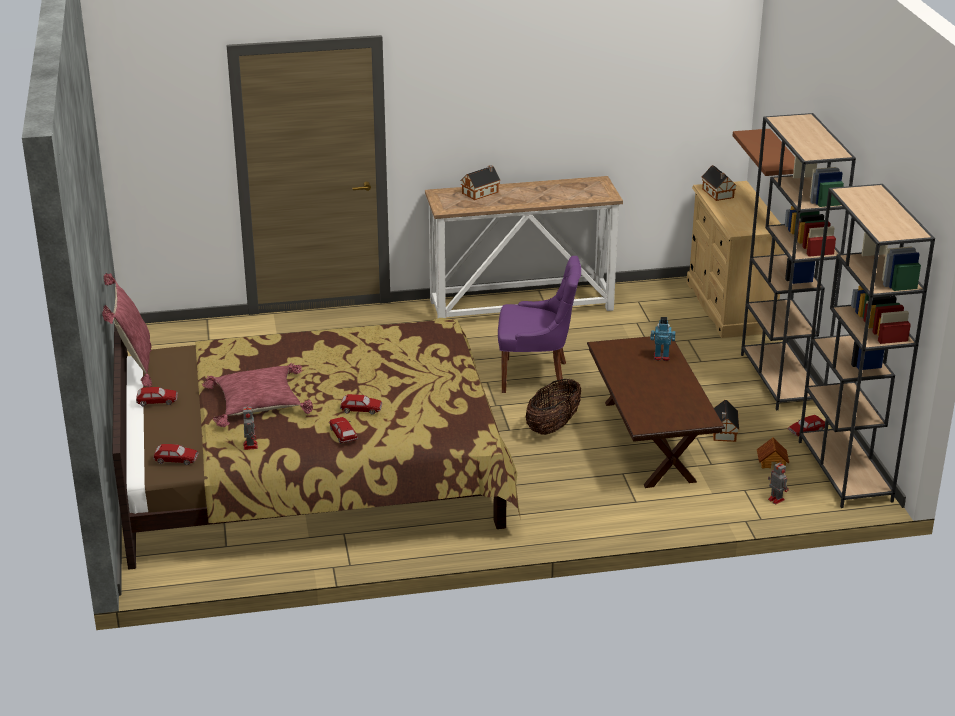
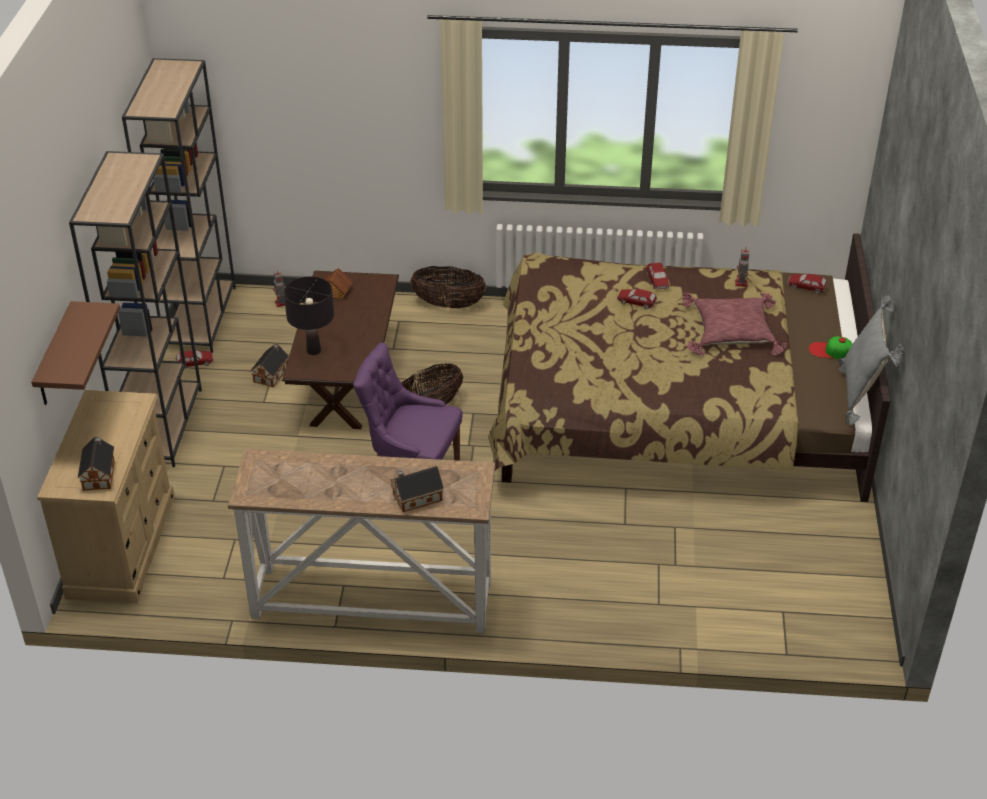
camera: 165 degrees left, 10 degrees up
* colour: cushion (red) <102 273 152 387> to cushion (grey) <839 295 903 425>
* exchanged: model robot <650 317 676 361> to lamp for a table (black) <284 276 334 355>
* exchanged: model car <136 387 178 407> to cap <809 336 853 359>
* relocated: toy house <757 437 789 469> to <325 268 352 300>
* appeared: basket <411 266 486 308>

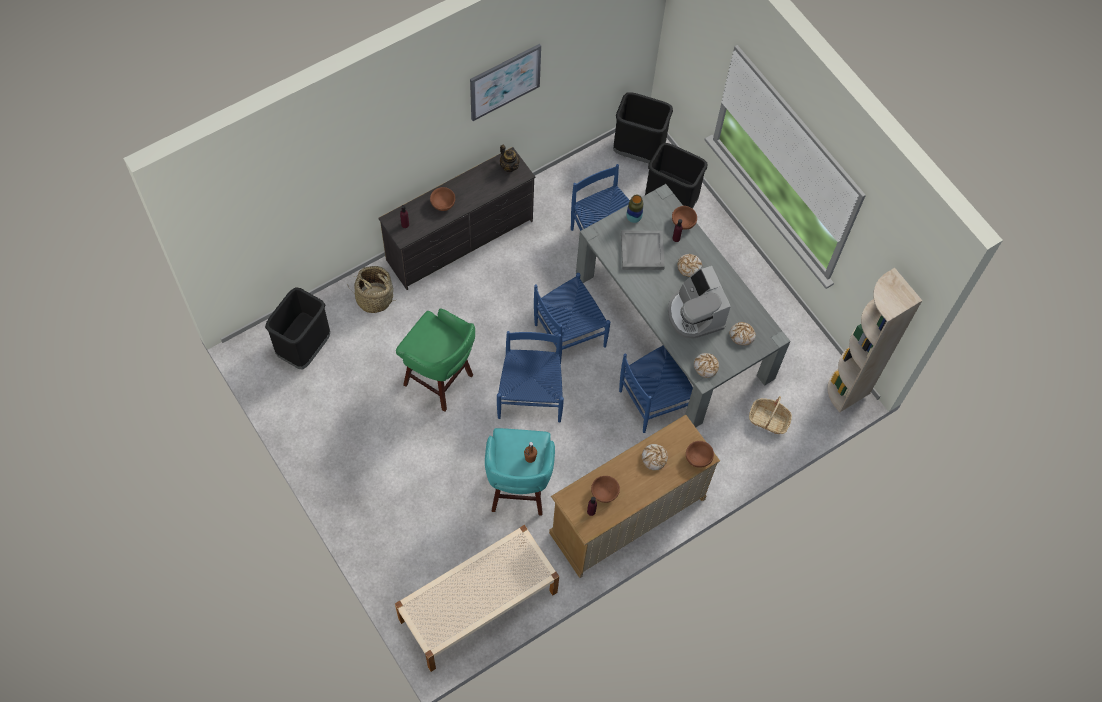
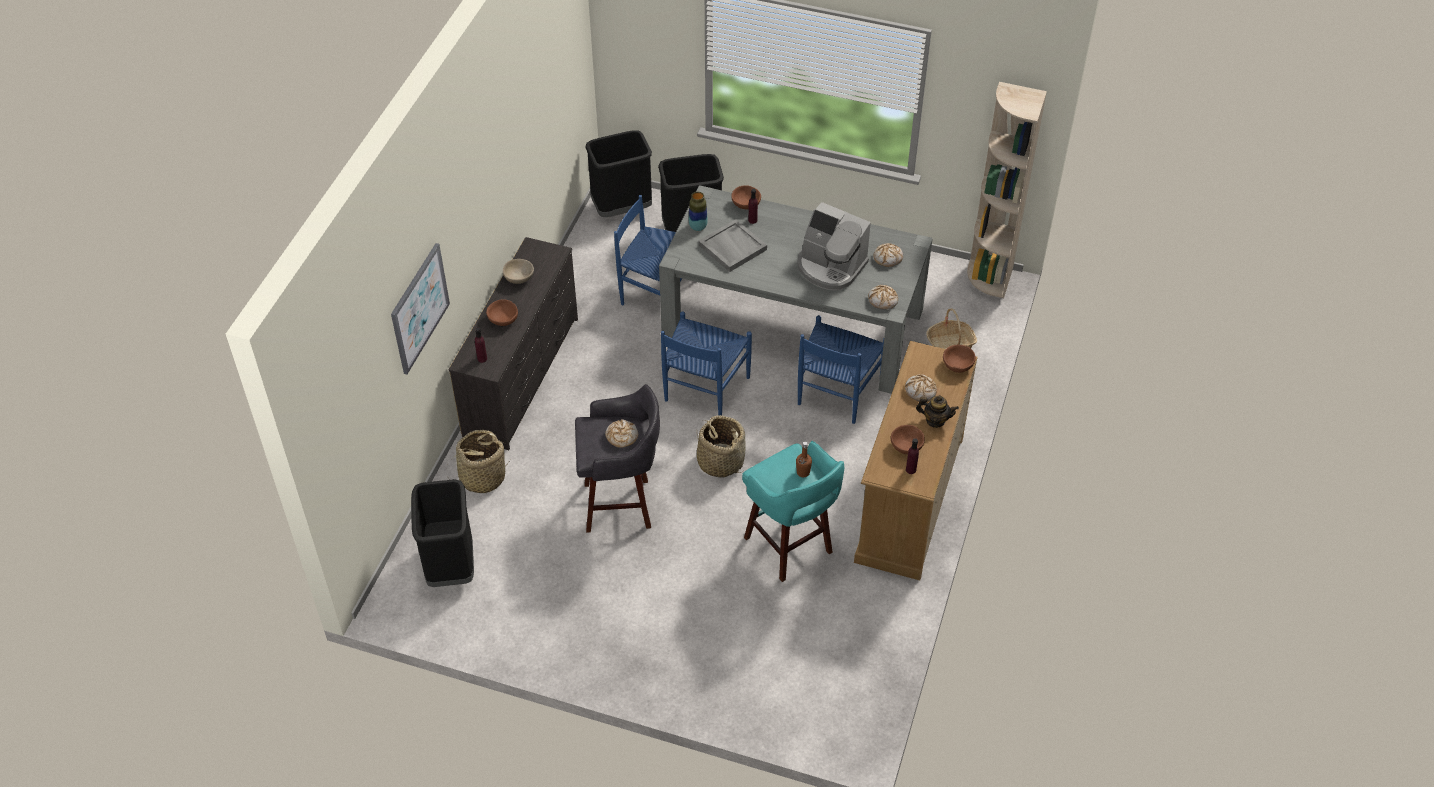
camera: 35 degrees left, 15 degrees down
* relocated: wall picture <470 44 541 121> to <391 243 450 375>
* relocated: pot for tea <500 145 520 172> to <916 395 959 428>
* relocated: baked bread <678 254 702 277> to <605 419 638 448>
* colour: stool (green-coloured) <396 308 475 412> to stool (grey) <575 384 660 533>
* exchanged: chair (blue-coloured) <497 331 564 423> to basket <697 415 746 477>
* missing: bench (sand-coloured) <395 525 559 672>
* appeared: serving bowl (sand-coloured) <503 259 534 284>

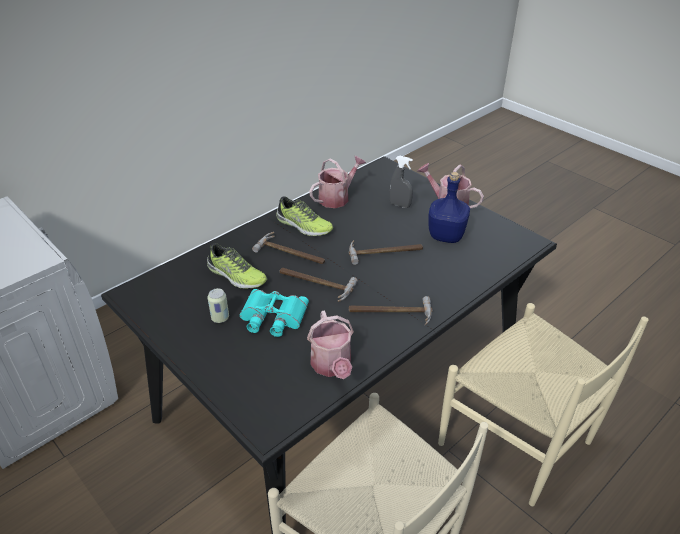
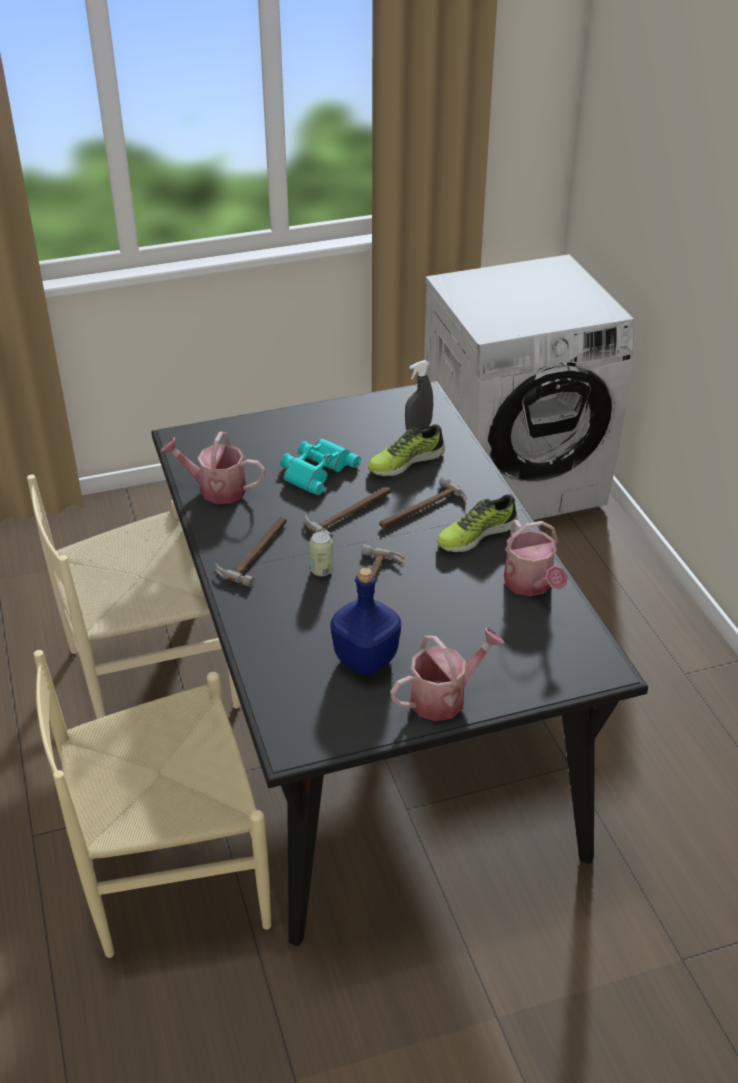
camera: 115 degrees right, 0 degrees up
* relocated: hand sprayer (grey) <389 156 413 208> to <405 360 433 430>
* relocated: sealed can <208 288 229 323> to <310 532 333 576>

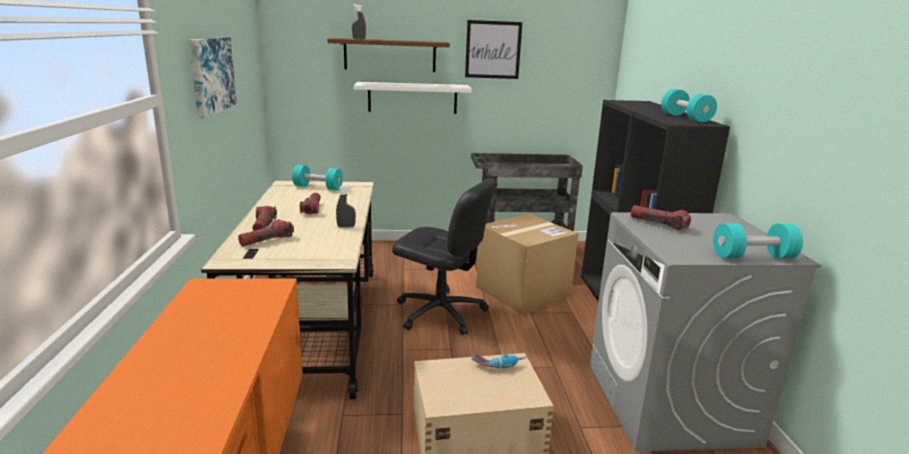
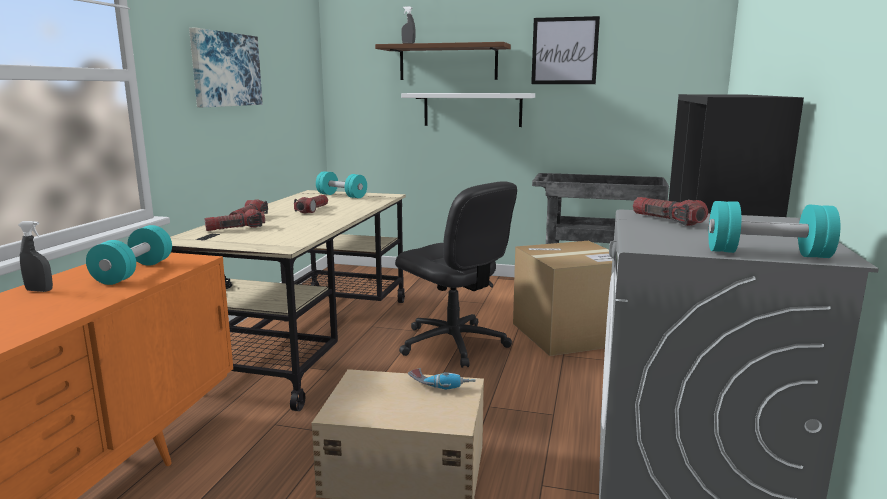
camera: 20 degrees right, 5 degrees down
* relocated: free weight (turquoise-coloured) <661 89 717 122> to <86 225 172 285>
* relocated: hand sprayer (grey) <336 185 356 228> to <18 221 53 292>

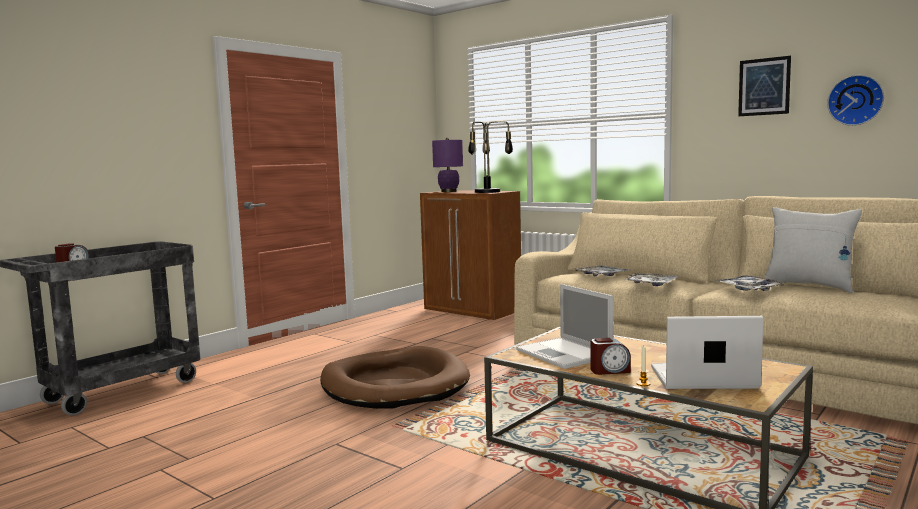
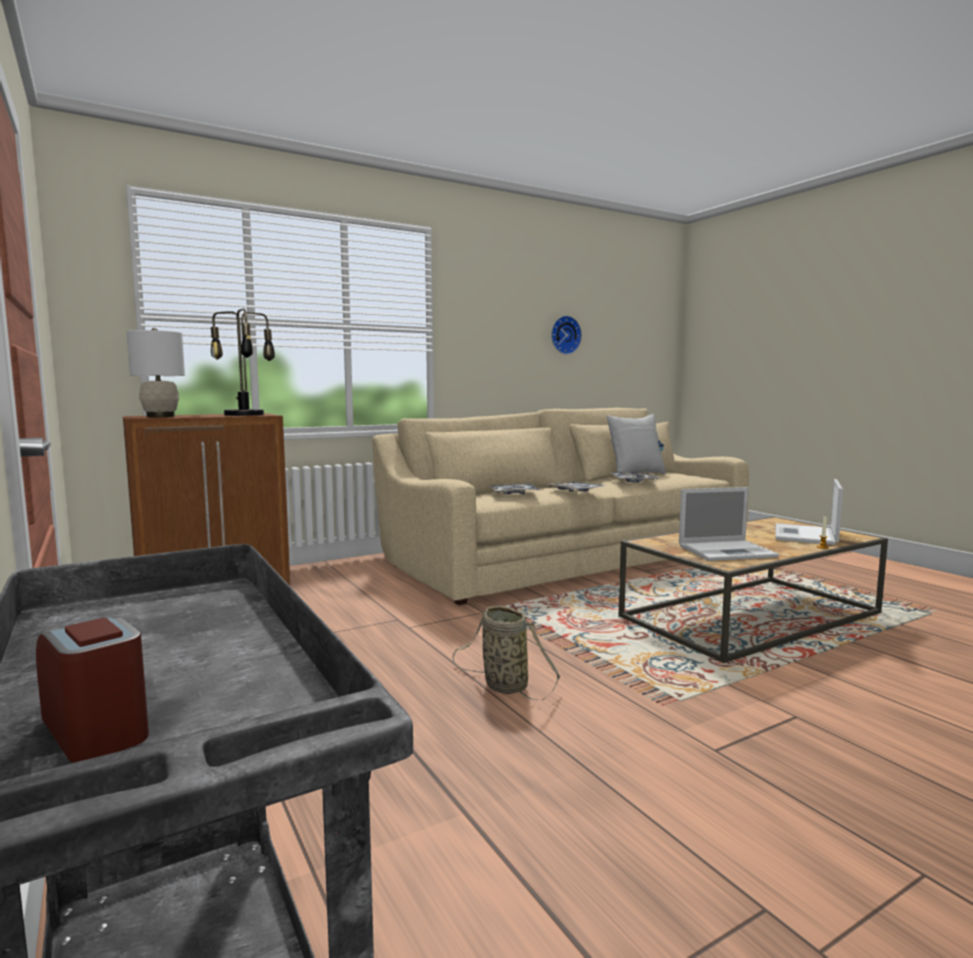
camera: 70 degrees left, 0 degrees up
* missing: wall picture <738 56 791 116>
* colour: lamp for a table (purplish) <432 138 463 192> to lamp for a table (whitish) <126 328 185 417>
* missing: bedside clock <591 338 631 375>
* exchanged: dog cushion (brown-coloured) <320 346 470 409> to basket <452 606 560 700>

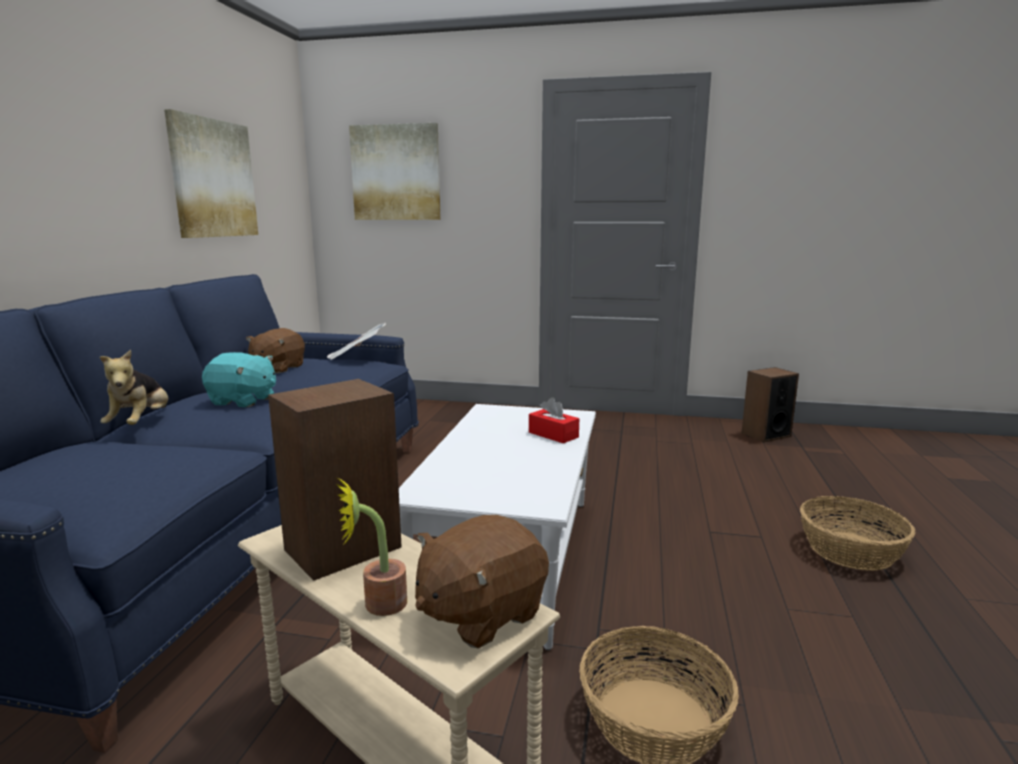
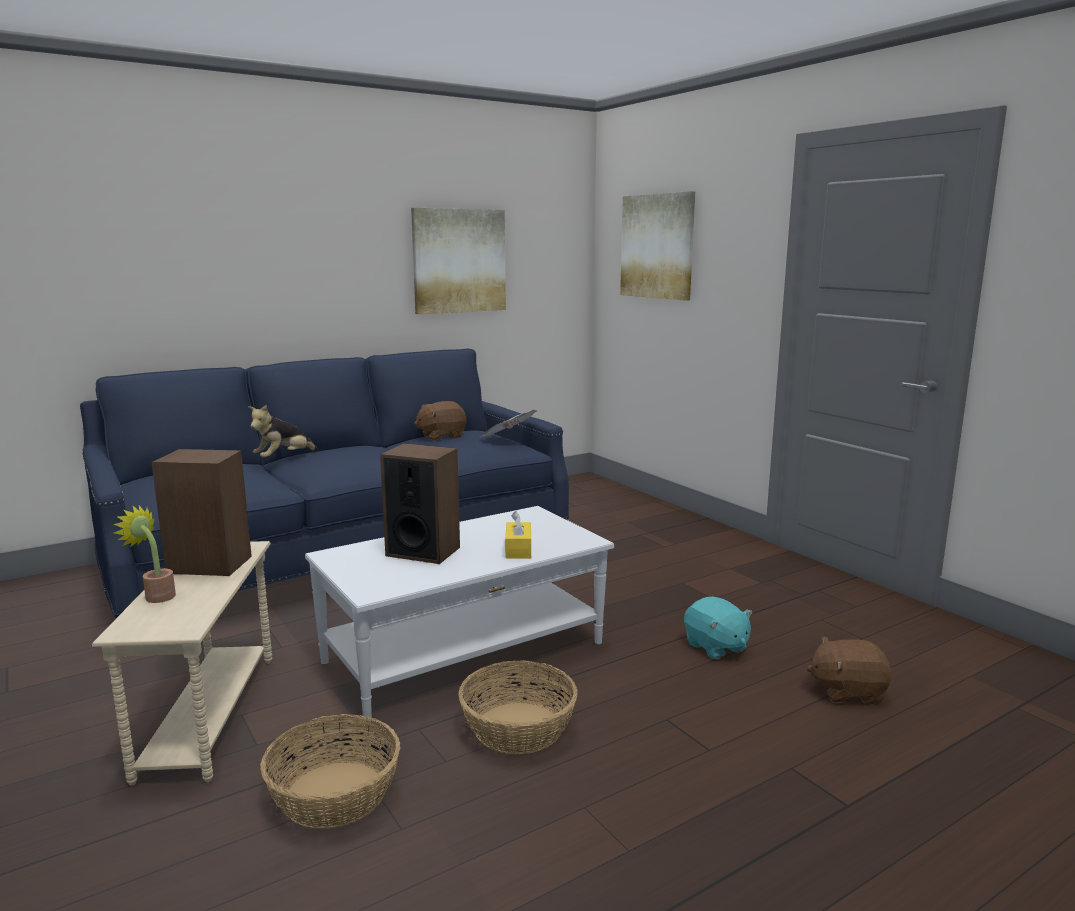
camera: 45 degrees right, 0 degrees up
* relocated: soft toy (turquoise-coloured) <202 352 276 407> to <684 597 753 660>
* relocated: audio speaker <742 367 799 442> to <380 443 460 564>
* colour: tissue holder (red) <529 397 579 444> to tissue holder (yellowish) <505 511 531 559>
* relocated: basket <800 496 916 571> to <459 660 578 754>
* relocated: soft toy (brown-coloured) <415 515 549 649> to <807 636 892 704>

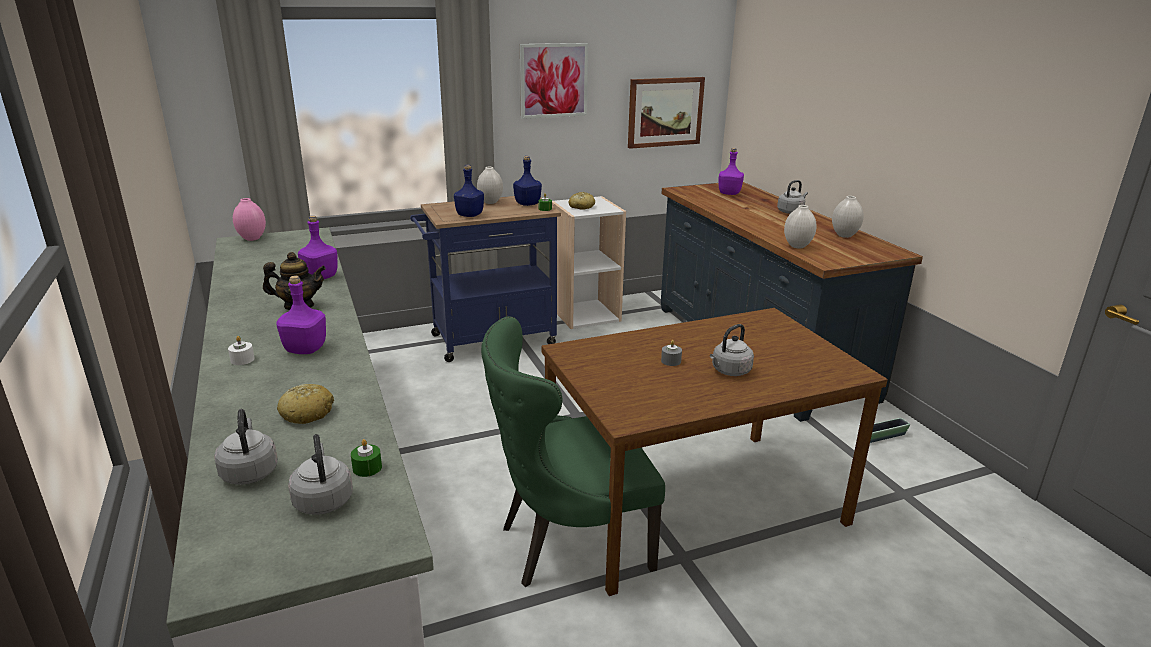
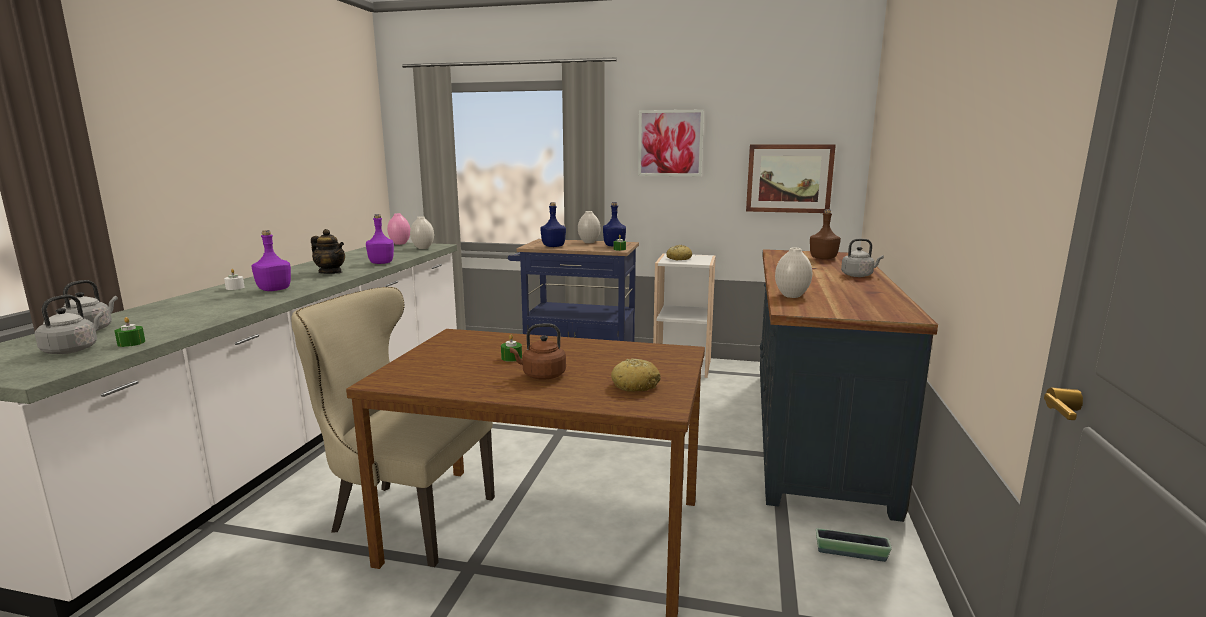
camera: 35 degrees right, 10 degrees down
* colour: bottle (purplish) <719 148 744 195> to bottle (brown-coloured) <810 209 841 259>
* relocated: decorative vase (whitish) <832 196 864 238> to <410 216 434 249>
* colour: chair (green-coloured) <481 316 665 587> to chair (sand-coloured) <291 287 495 567>
* colour: water kettle (grey) <710 324 754 376> to water kettle (brown-coloured) <510 323 566 380>
* colour: wax candle (grey) <661 340 682 366> to wax candle (green-coloured) <501 334 522 362>
* relocated: baked bread <277 384 334 424> to <611 358 661 392>

